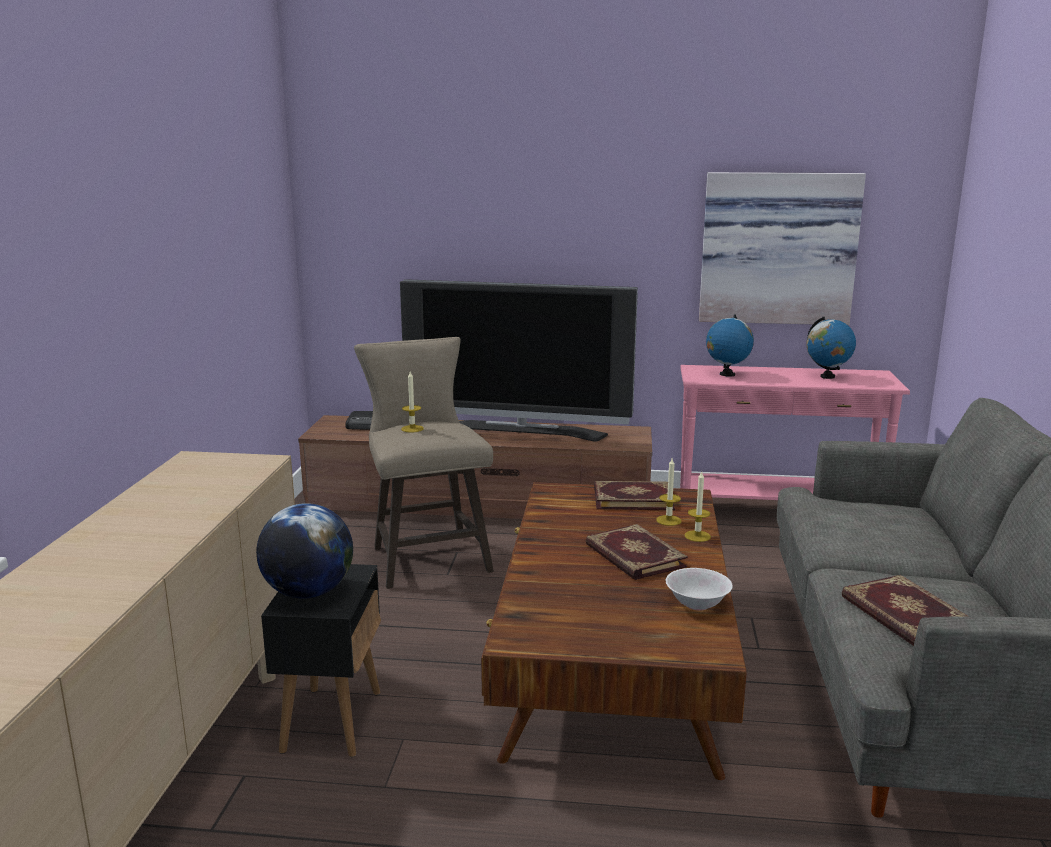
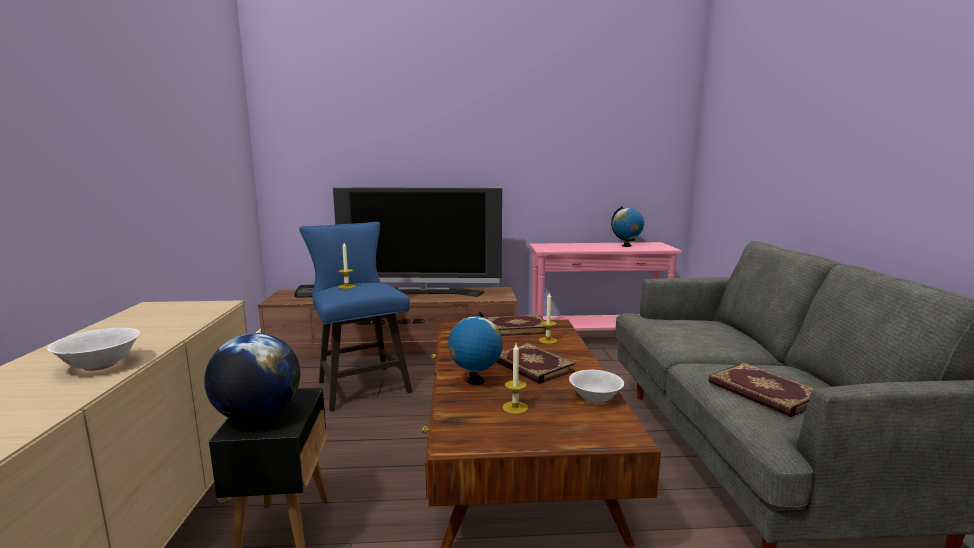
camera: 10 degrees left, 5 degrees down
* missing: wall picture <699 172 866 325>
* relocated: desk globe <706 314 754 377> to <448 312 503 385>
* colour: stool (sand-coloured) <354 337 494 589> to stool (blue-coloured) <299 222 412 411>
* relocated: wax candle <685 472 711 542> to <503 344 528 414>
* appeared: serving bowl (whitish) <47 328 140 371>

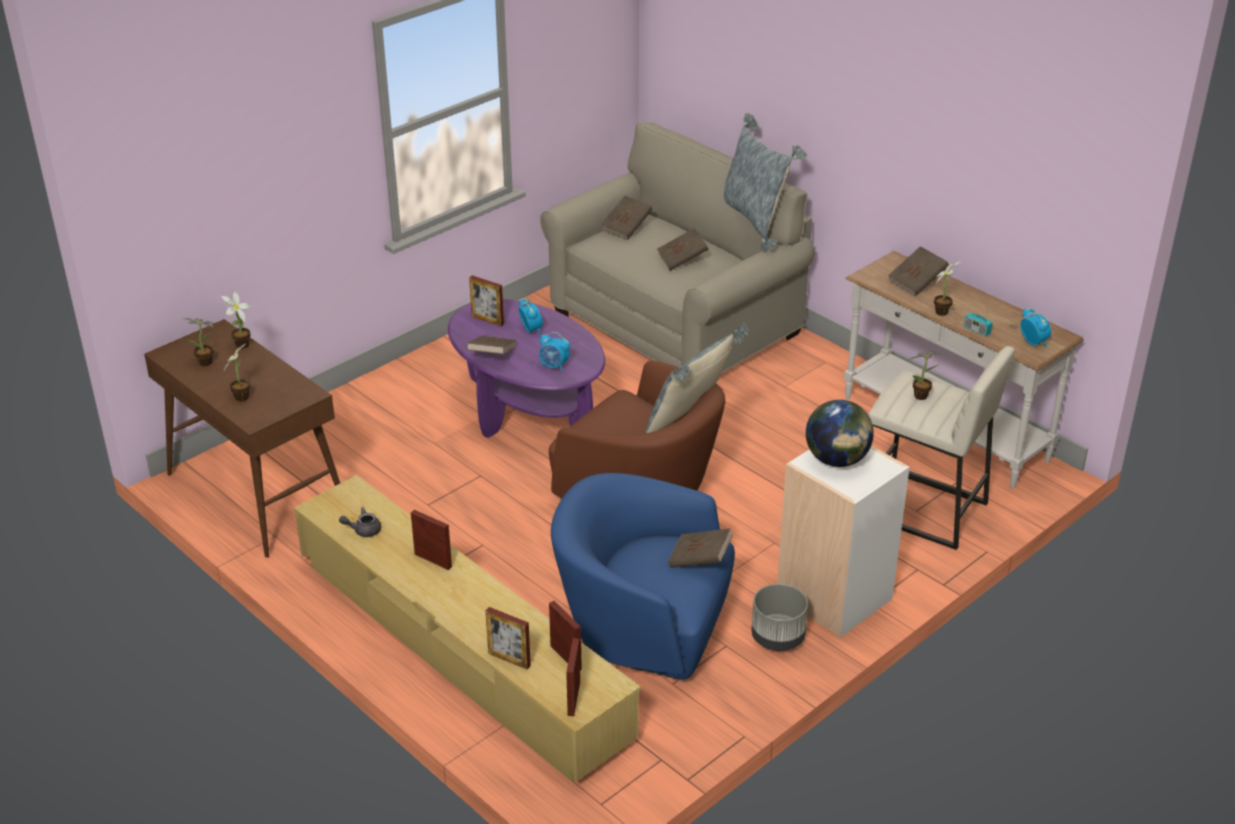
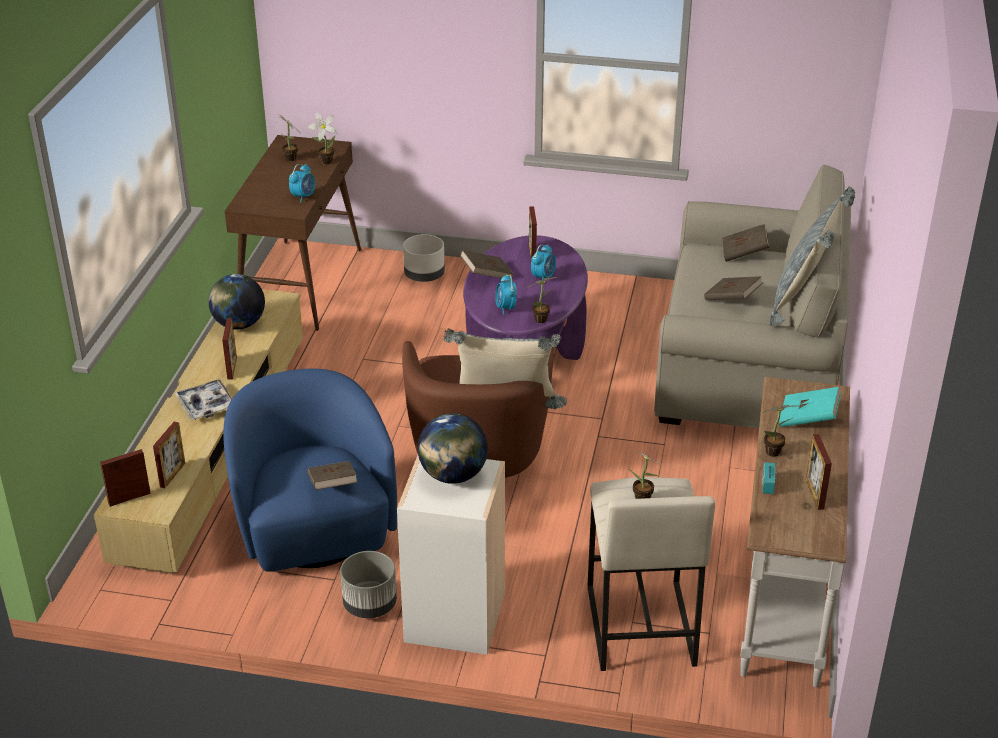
camera: 55 degrees right, 0 degrees up
* colour: bound book (brown-coloured) <888 246 949 297> to bound book (turquoise-coloured) <779 387 841 427>
* relocated: bedside clock <1020 308 1051 348> to <289 164 315 203>
* relocated: potted plant <224 343 250 402> to <527 276 557 323>
* exchanged: pot for tea (grey) <339 507 381 537> to desk globe <208 274 265 330>
* relocated: standing frame <486 607 531 670> to <806 434 832 510>
* appeared: plant pot (grey) <403 234 445 282>
* appeared: carrying tray <175 379 232 420>

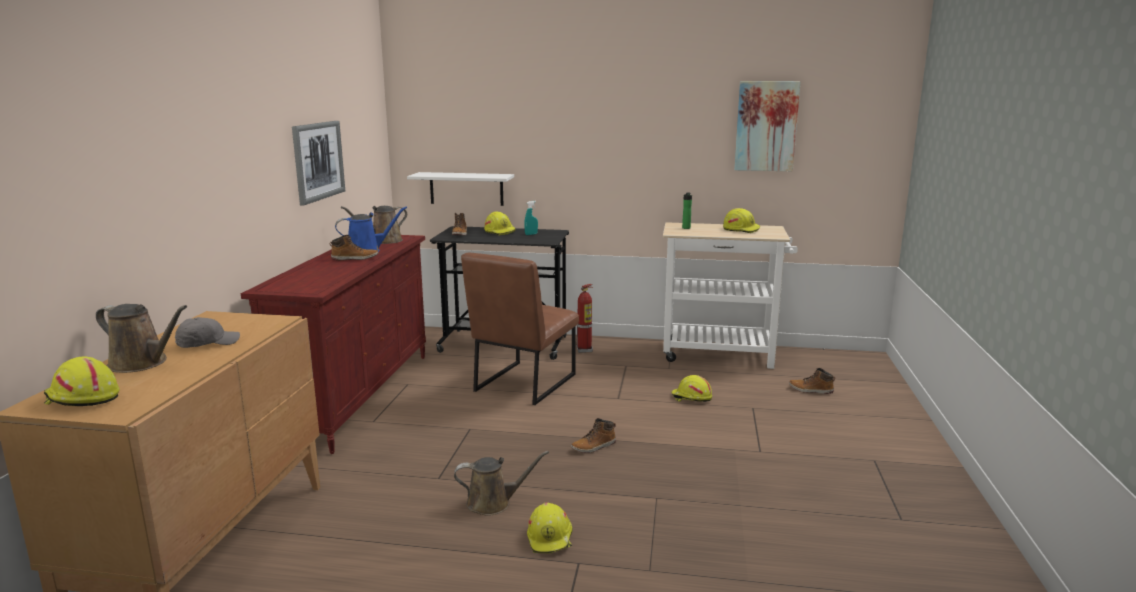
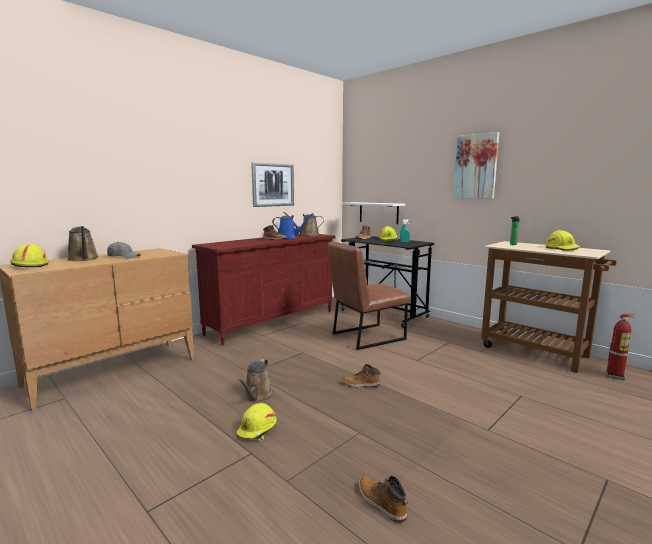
camera: 35 degrees right, 5 degrees down
* relocated: wall picture <734 81 801 171> to <453 132 499 199>
* colour: trolley (whitish) <663 222 798 369> to trolley (brown-coloured) <481 241 617 373>
* relocated: extinguisher <576 284 593 353> to <606 314 634 380>
* relocated: high-top boot <789 368 835 394> to <359 475 408 523>
* missing: hard hat (yellowish) <672 375 712 402>
* spun: sprinkling can (brown-coloured) <454 451 549 516> = <237 359 274 402> 75 degrees clockwise

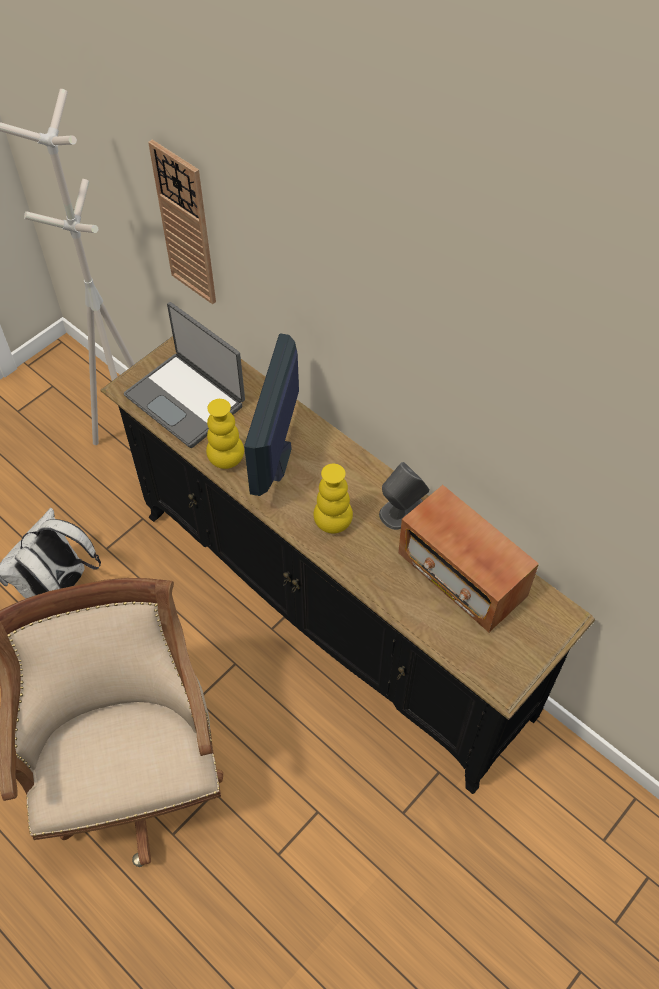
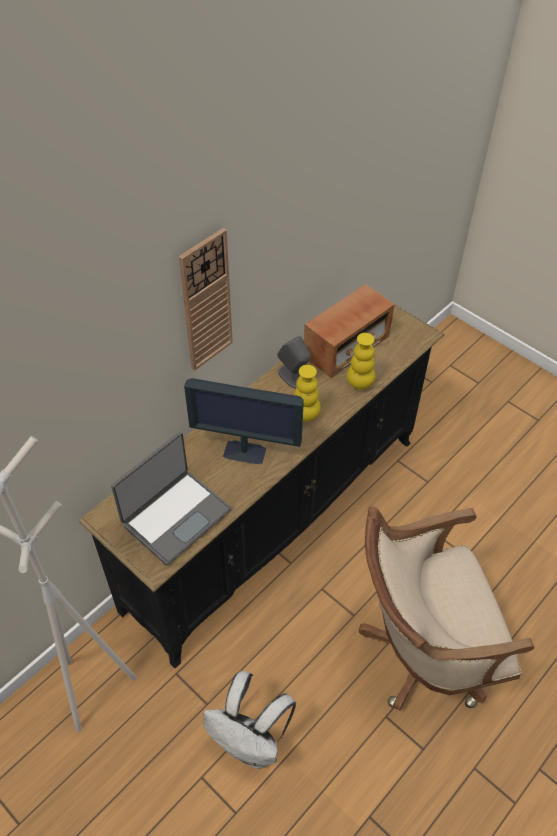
camera: 90 degrees left, 5 degrees down
* relocated: clock on the wall <148 140 216 304> to <179 228 233 371>
* relocated: decorative vase (yellowish) <206 399 244 469> to <347 333 375 390>

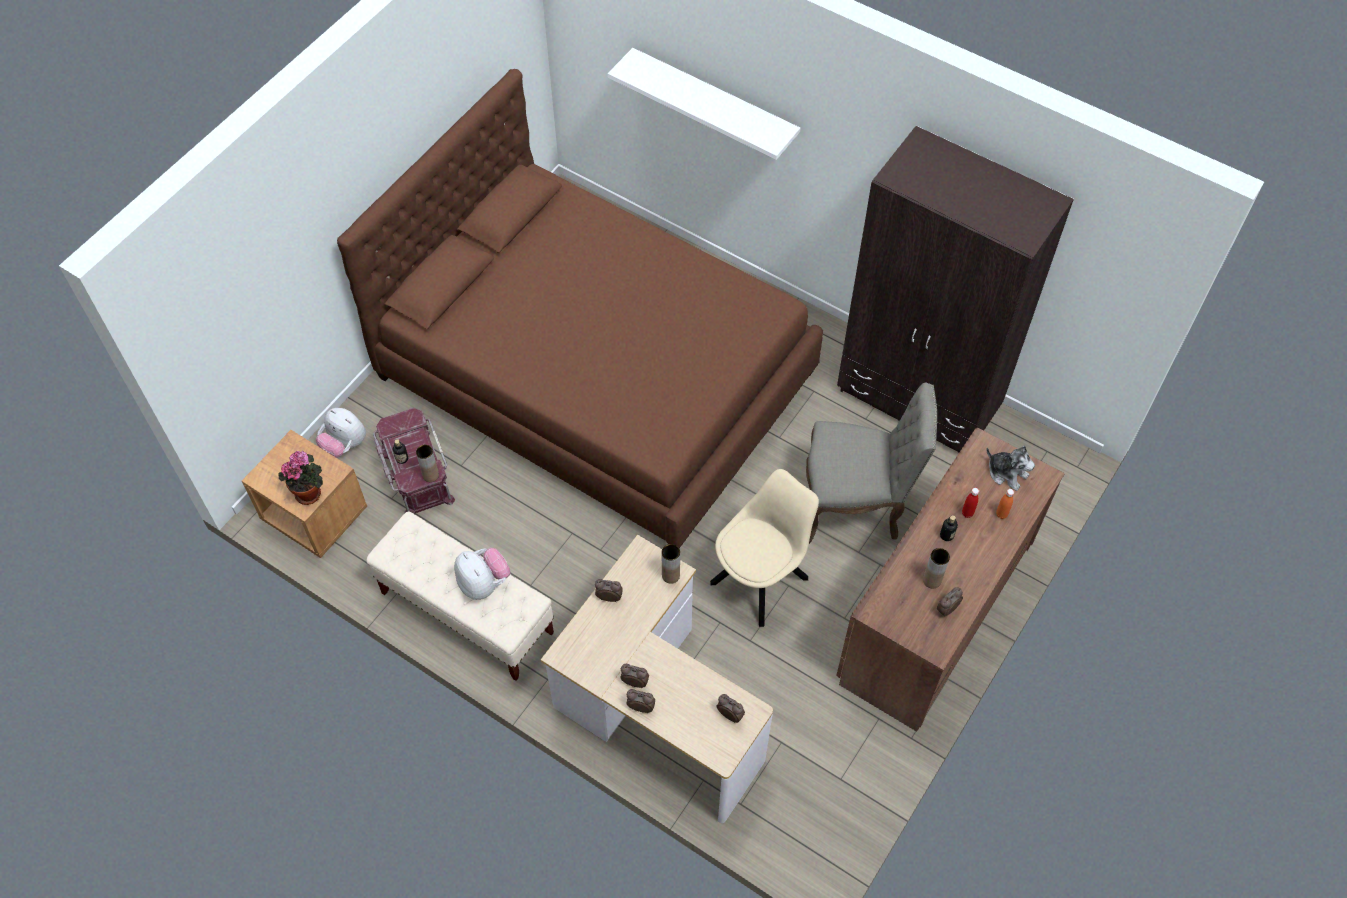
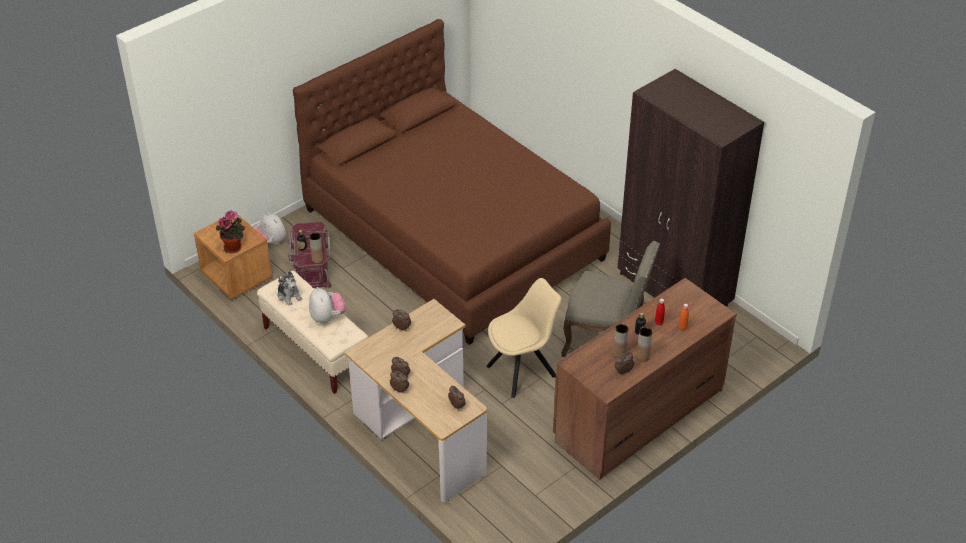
camera: 15 degrees right, 15 degrees down
* missing: bracket shelf (whitish) <608 48 800 160>
* relocated: soft toy <986 446 1035 491> to <278 271 302 306>
* relocated: decorative vase (brown-coloured) <661 544 680 584> to <637 327 652 362>

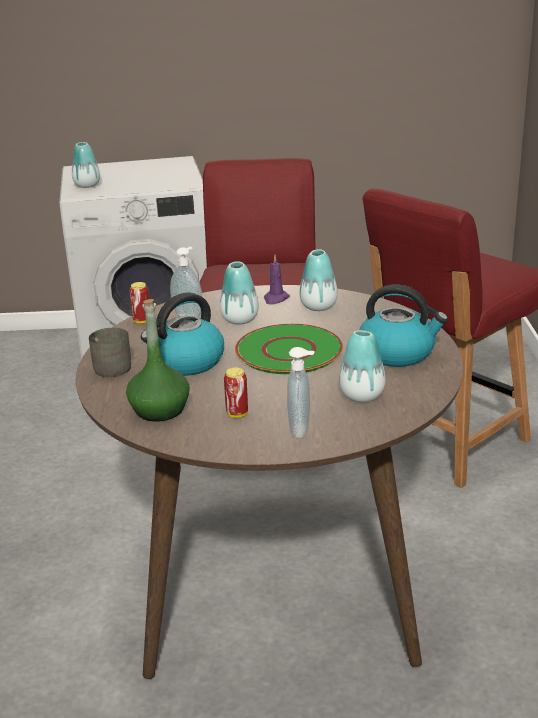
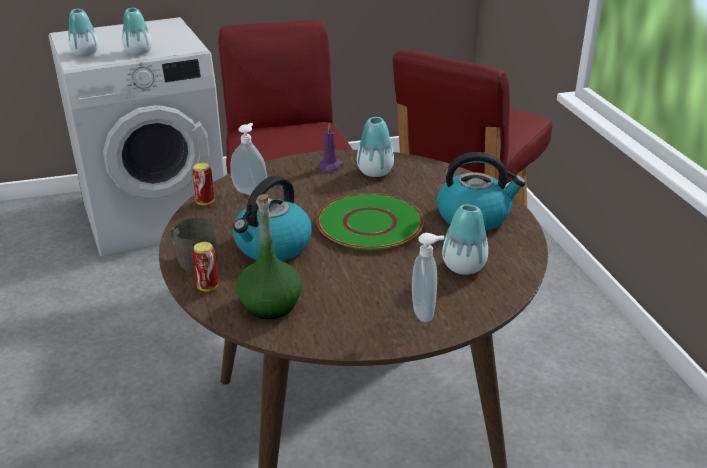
camera: 15 degrees left, 5 degrees up
* relocated: decorative vase <220 261 259 325> to <122 8 152 55>
* relocated: sealed can <224 368 248 418> to <192 242 218 292>

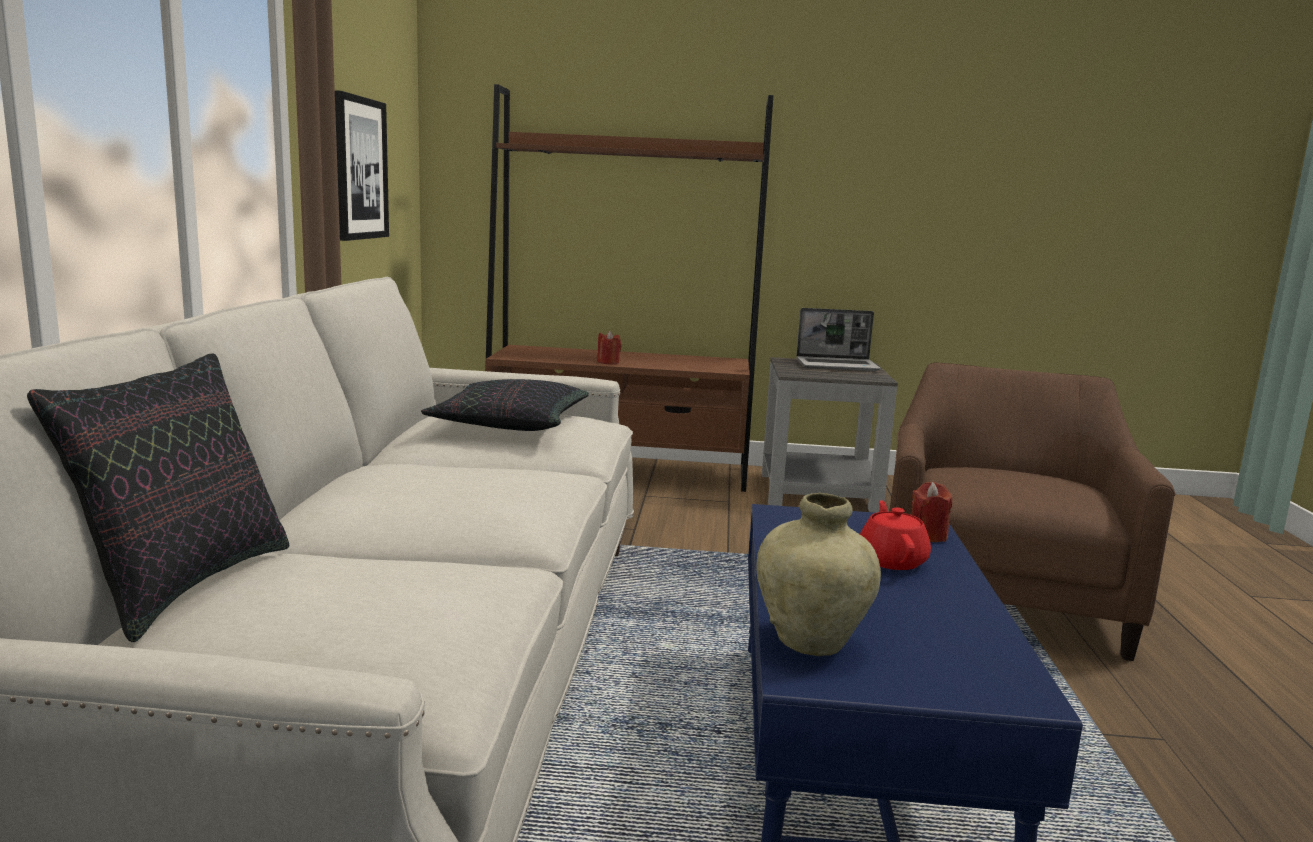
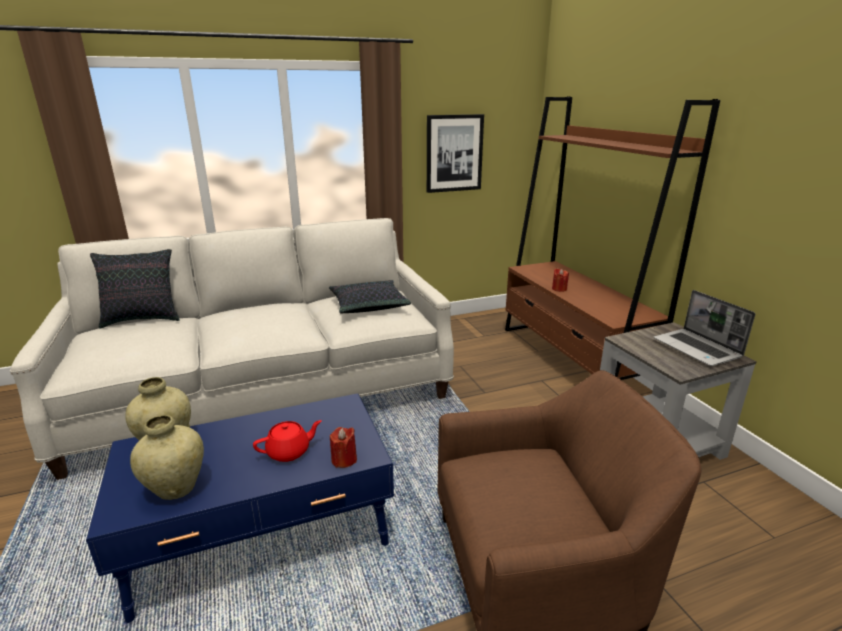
camera: 65 degrees right, 10 degrees up
* appeared: decorative vase (sand-coloured) <130 415 204 500>

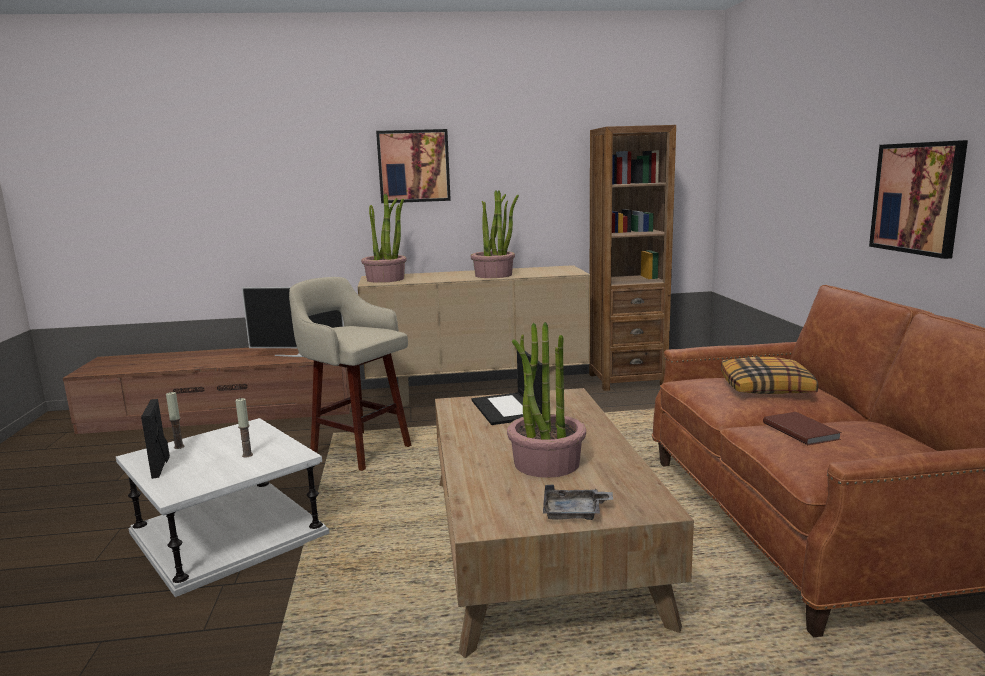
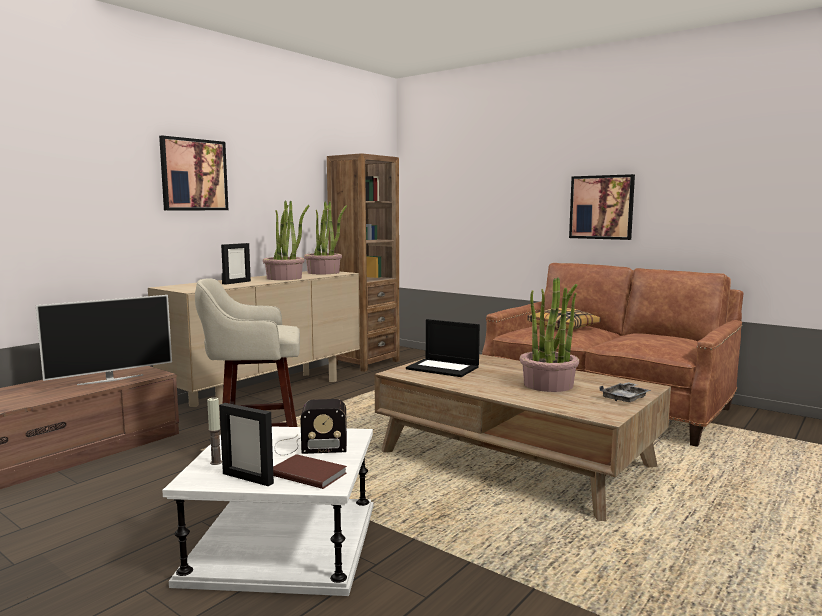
camera: 45 degrees left, 5 degrees down
* relocated: potted plant <361 194 407 283> to <304 201 347 274>
* exchanged: wax candle <235 398 253 457> to radio set <274 399 347 455>
* relocated: bound book (brown-coloured) <763 412 842 445> to <273 454 347 489>
* appeared: standing frame <221 243 251 285>

